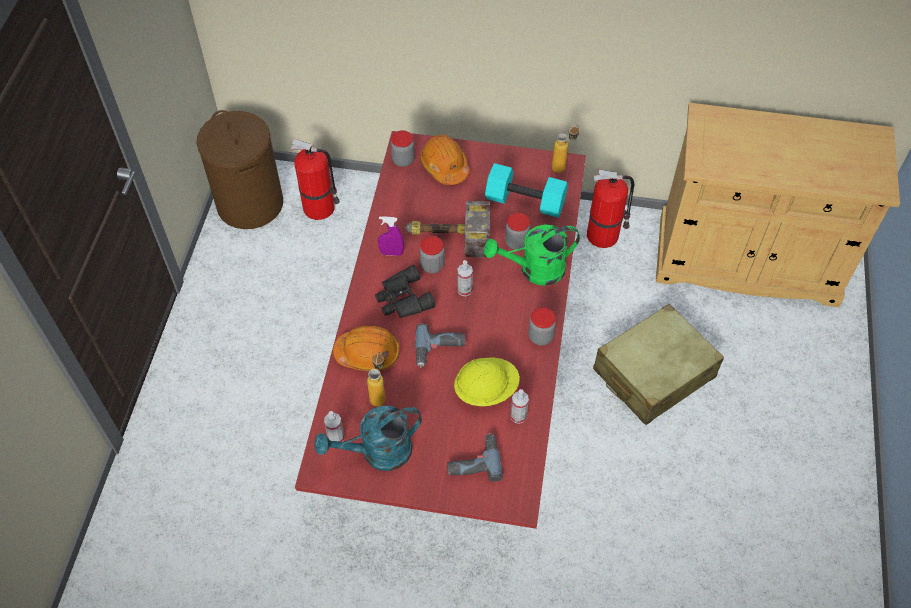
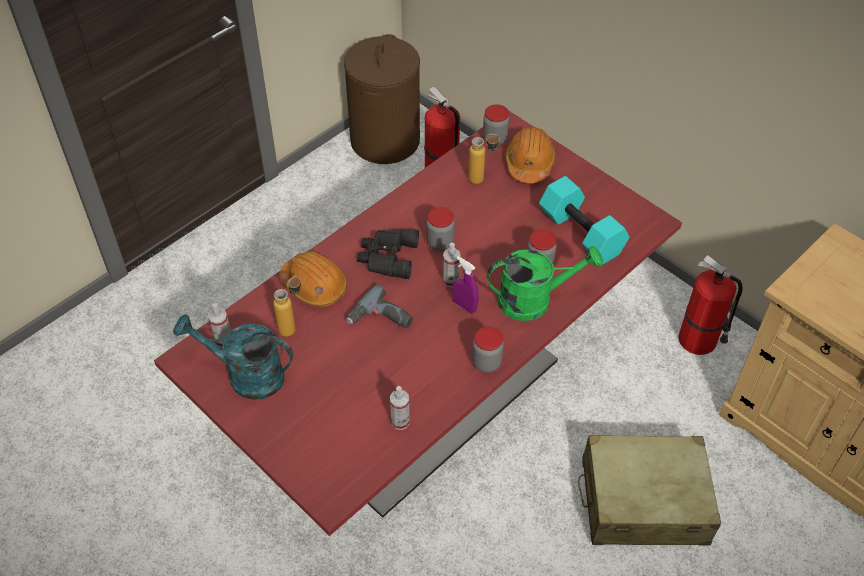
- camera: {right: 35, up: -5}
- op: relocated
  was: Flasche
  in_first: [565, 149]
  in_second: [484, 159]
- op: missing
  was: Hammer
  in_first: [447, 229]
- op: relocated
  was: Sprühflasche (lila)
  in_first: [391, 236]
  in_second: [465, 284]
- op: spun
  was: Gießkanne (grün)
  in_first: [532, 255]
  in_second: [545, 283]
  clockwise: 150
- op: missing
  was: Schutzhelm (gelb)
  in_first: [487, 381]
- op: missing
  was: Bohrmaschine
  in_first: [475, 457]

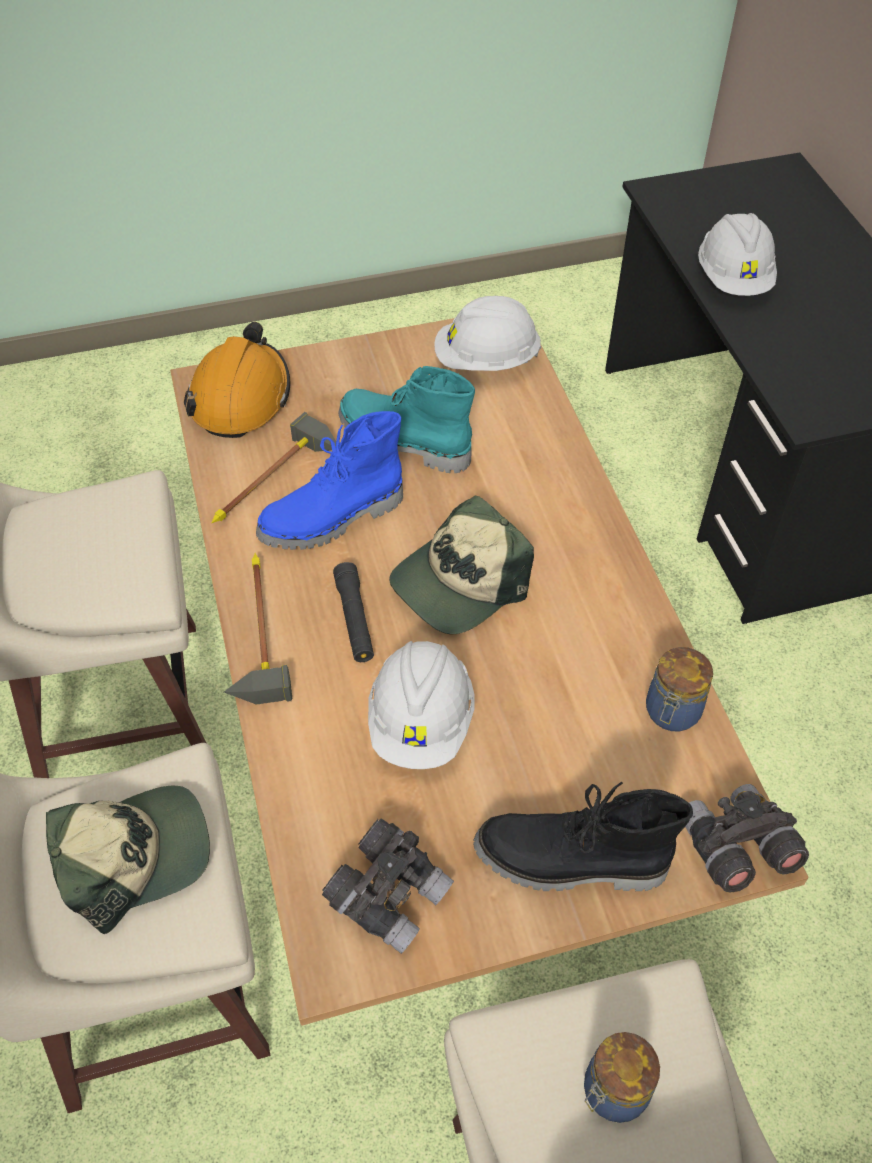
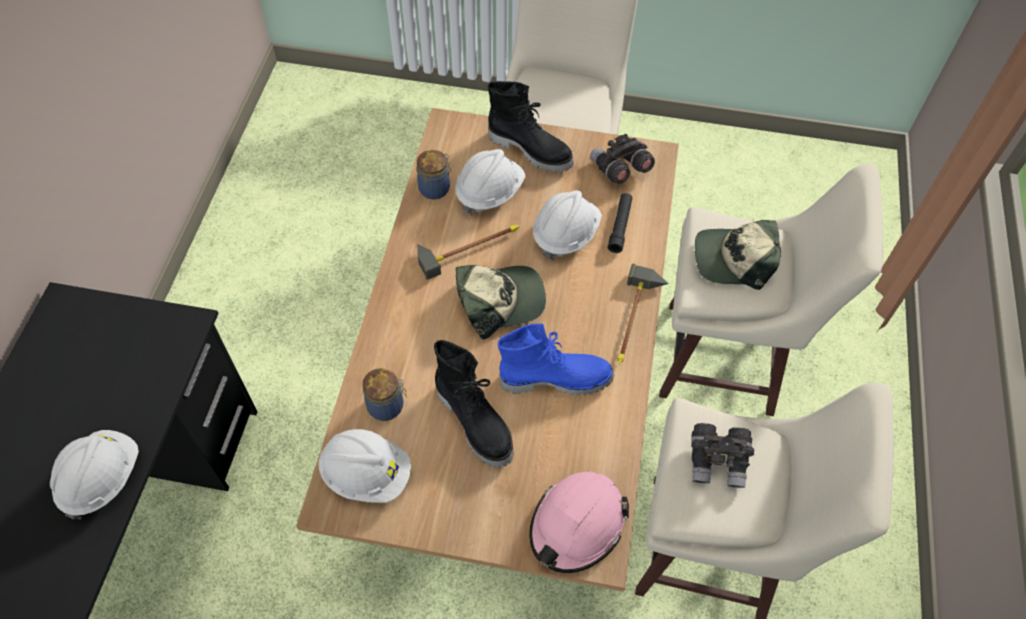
- camera: {right: -155, up: 5}
- op: colour
  was: Schutzhelm (orange)
  now: Schutzhelm (rosa)
  in_first: [237, 380]
  in_second: [579, 522]
- op: colour
  was: Stiefel (türkis)
  now: Stiefel (schwarz)
  in_first: [406, 419]
  in_second: [473, 404]
- op: relocated
  was: Hammer
  in_first: [273, 467]
  in_second: [469, 252]
- op: relocated
  was: Taschenlampe (schwarz)
  in_first: [353, 612]
  in_second: [620, 223]
- op: relocated
  was: Fernglas (grau)
  in_first: [747, 838]
  in_second: [722, 455]
- op: relocated
  was: Vorratsglas
  in_first: [622, 1077]
  in_second: [384, 394]
- op: appeared
  now: Schutzhelm (weiß)
  in_second: [490, 182]

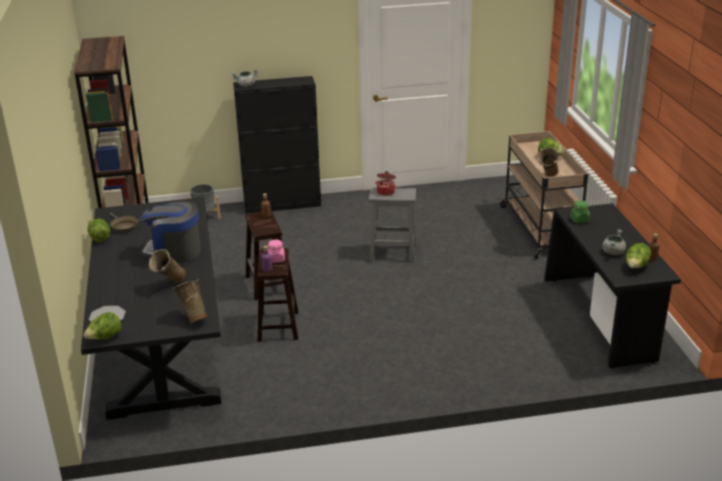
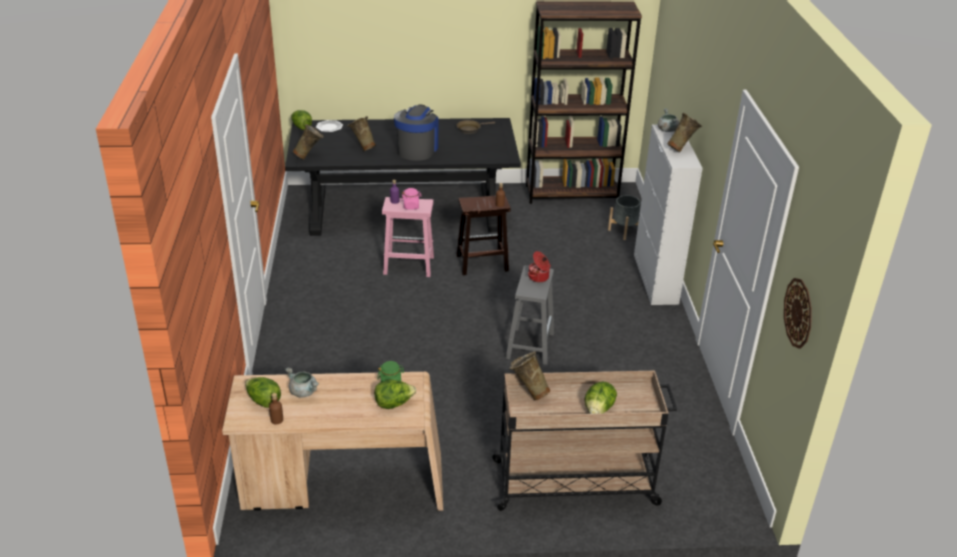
- camera: {right: 95, up: 5}
- op: colour
  was: Schrank (schwarz)
  now: Schrank (weiß)
  in_first: [277, 145]
  in_second: [668, 214]
- op: colour
  was: Schreibtisch (schwarz)
  now: Schreibtisch (beige)
  in_first: [612, 286]
  in_second: [332, 441]
- op: relocated
  was: Salatkopf
  in_first: [99, 230]
  in_second: [395, 394]
- op: colour
  was: Hocker (braun)
  now: Hocker (rosa)
  in_first: [277, 295]
  in_second: [408, 237]
- op: appeared
  now: Vase (beige)
  in_second: [684, 132]
- op: appeared
  now: Wanduhr
  in_second: [798, 313]

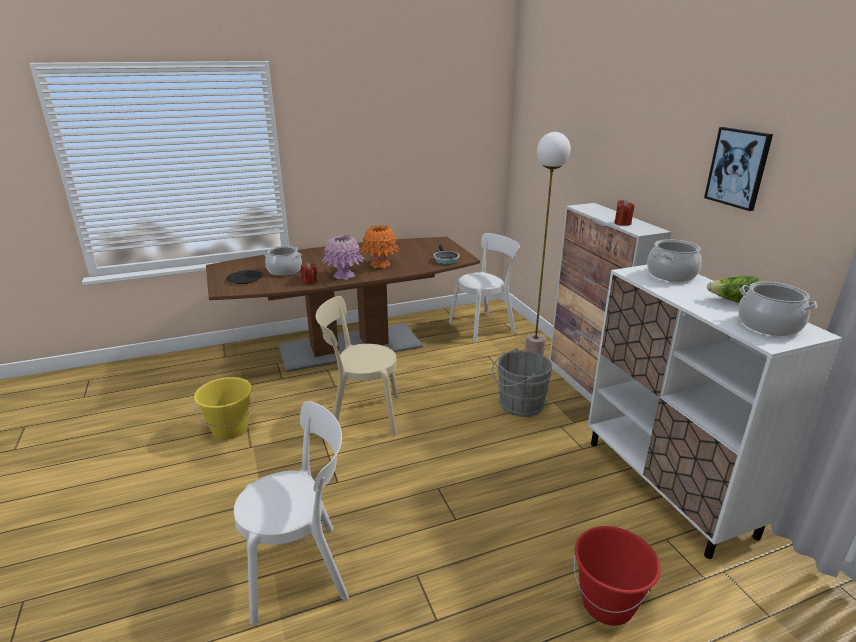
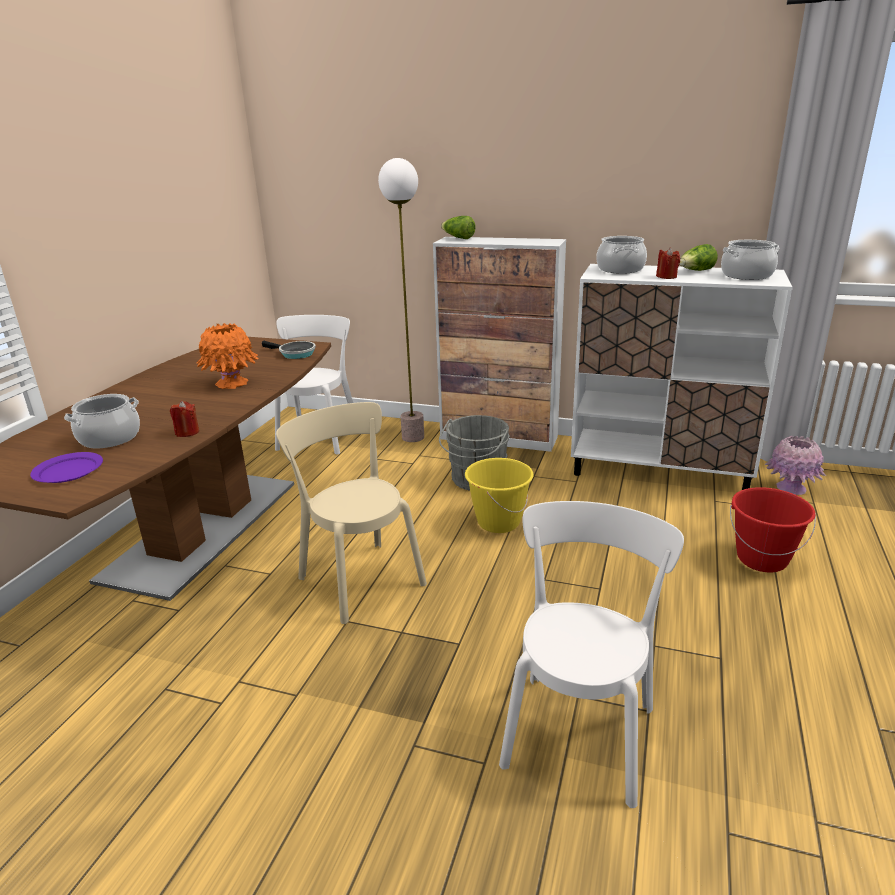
- camera: {right: -50, up: 0}
- op: missing
  was: Bild
  in_first: [738, 169]
- op: relocated
  was: Kerze (rot)
  in_first: [624, 213]
  in_second: [668, 263]
- op: relocated
  was: Vase (rosa)
  in_first: [343, 256]
  in_second: [795, 465]
- op: colour
  was: Teller (schwarz)
  now: Teller (lila)
  in_first: [244, 277]
  in_second: [66, 467]
- op: spun
  was: Stuhl (beige)
  in_first: [357, 366]
  in_second: [351, 513]
  clockwise: 105
- op: relocated
  was: Eimer (gelb)
  in_first: [223, 408]
  in_second: [499, 495]
- op: appeared
  now: Salatkopf
  in_second: [458, 227]

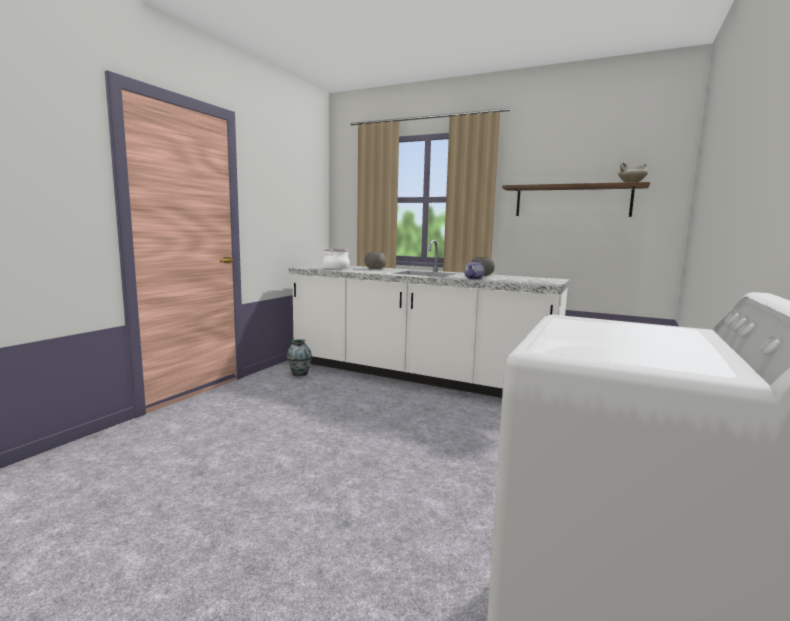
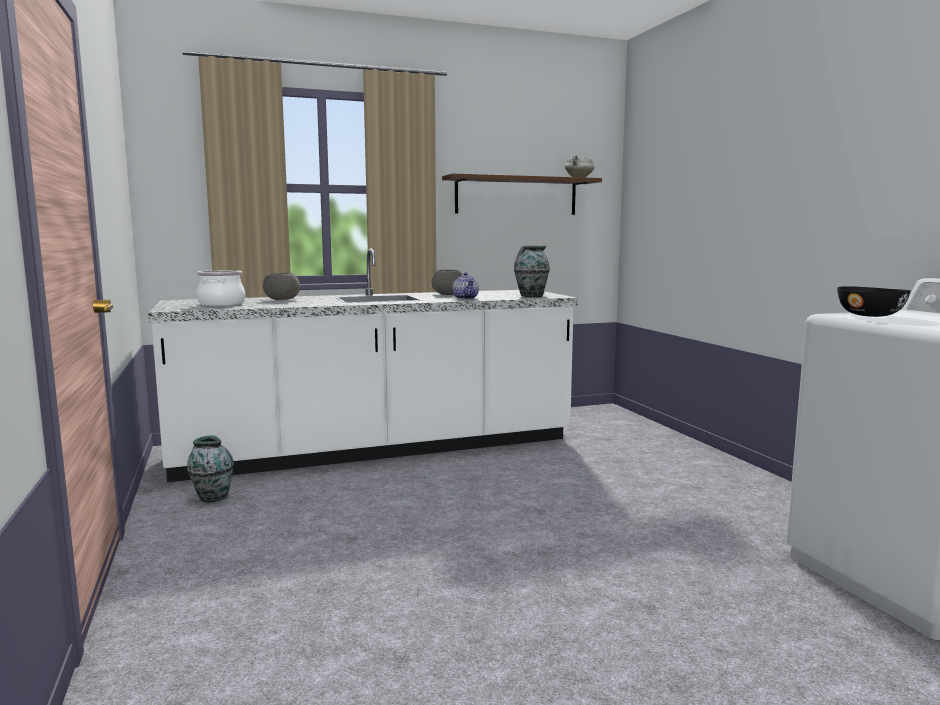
- camera: {right: -45, up: 0}
- op: appeared
  now: Vase
  in_second: [532, 271]
- op: appeared
  now: Schüssel (schwarz)
  in_second: [874, 301]

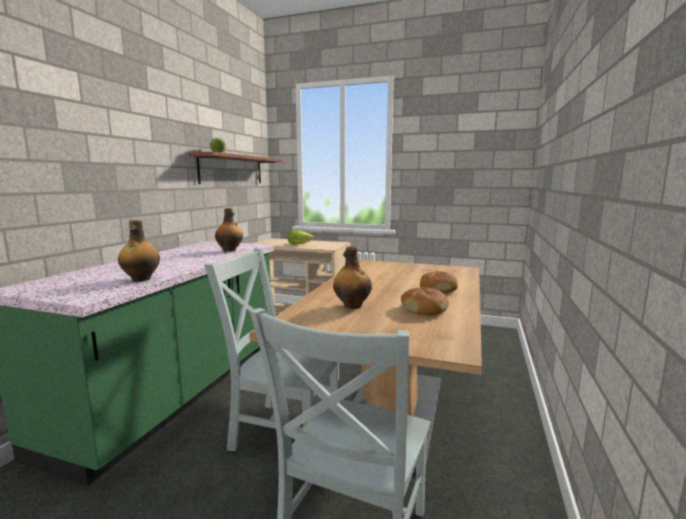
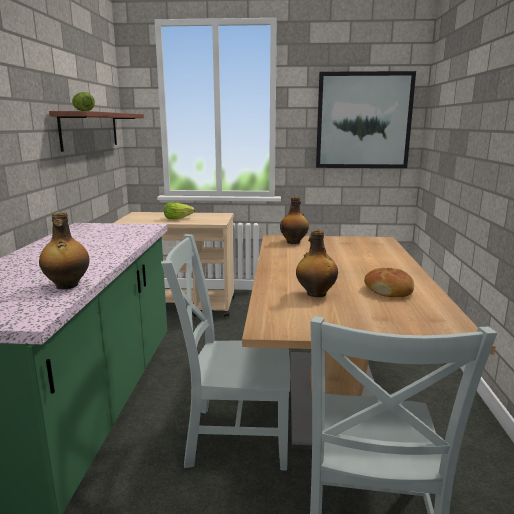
- camera: {right: -15, up: 5}
- op: relocated
  was: Flasche
  in_first: [229, 230]
  in_second: [294, 220]
- op: missing
  was: Brot
  in_first: [439, 282]
- op: appeared
  now: Bild
  in_second: [366, 119]

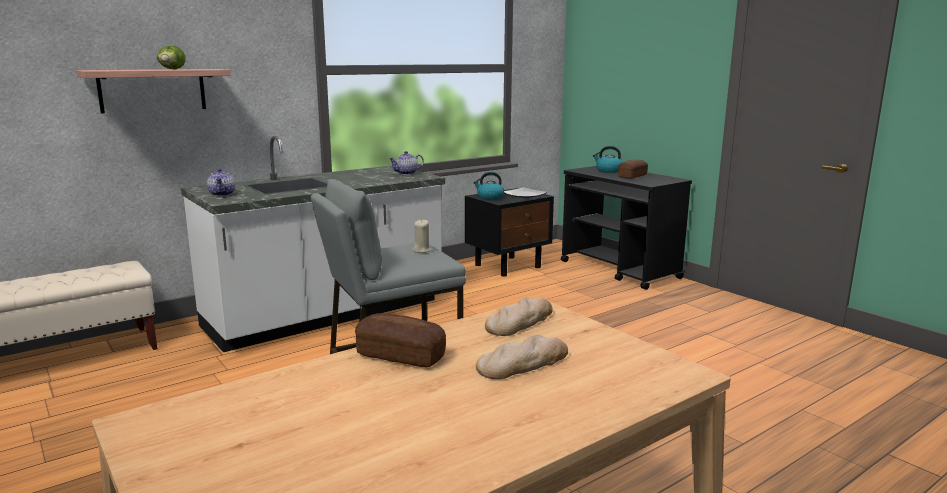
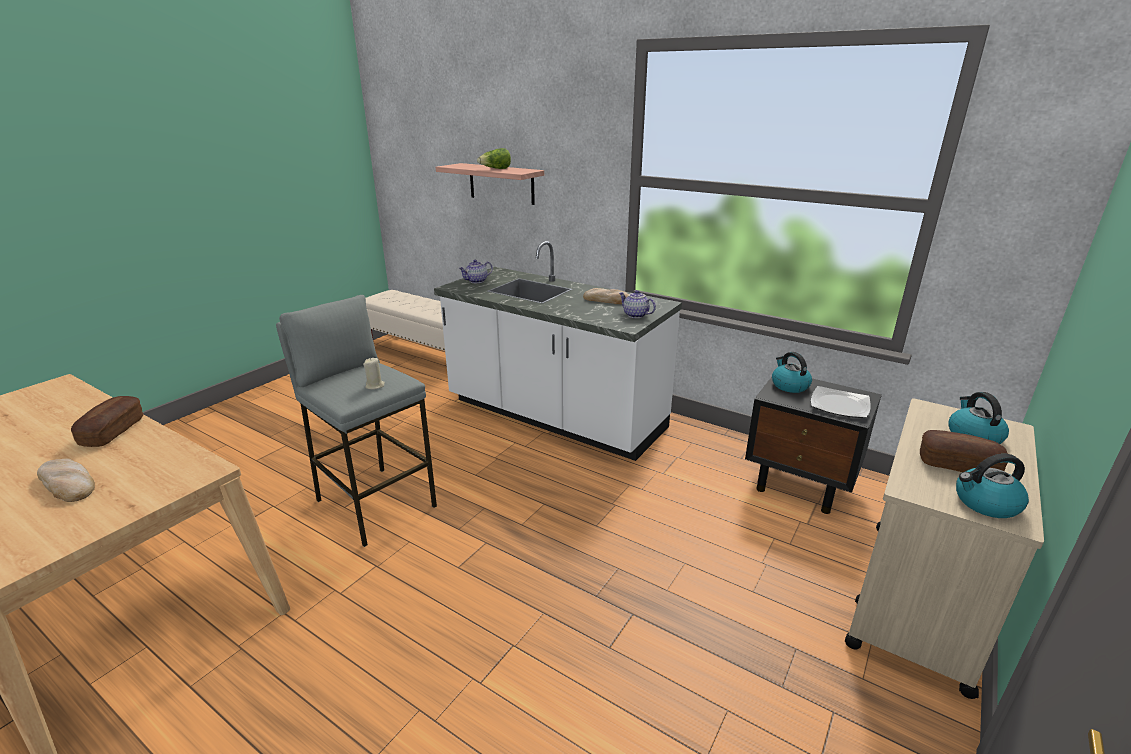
- camera: {right: 70, up: 10}
- op: colour
  was: Rollwagen (schwarz)
  now: Rollwagen (beige)
  in_first: [626, 228]
  in_second: [944, 548]
- op: relocated
  was: Brot
  in_first: [519, 316]
  in_second: [606, 296]
- op: appeared
  now: Wasserkessel
  in_second: [992, 486]

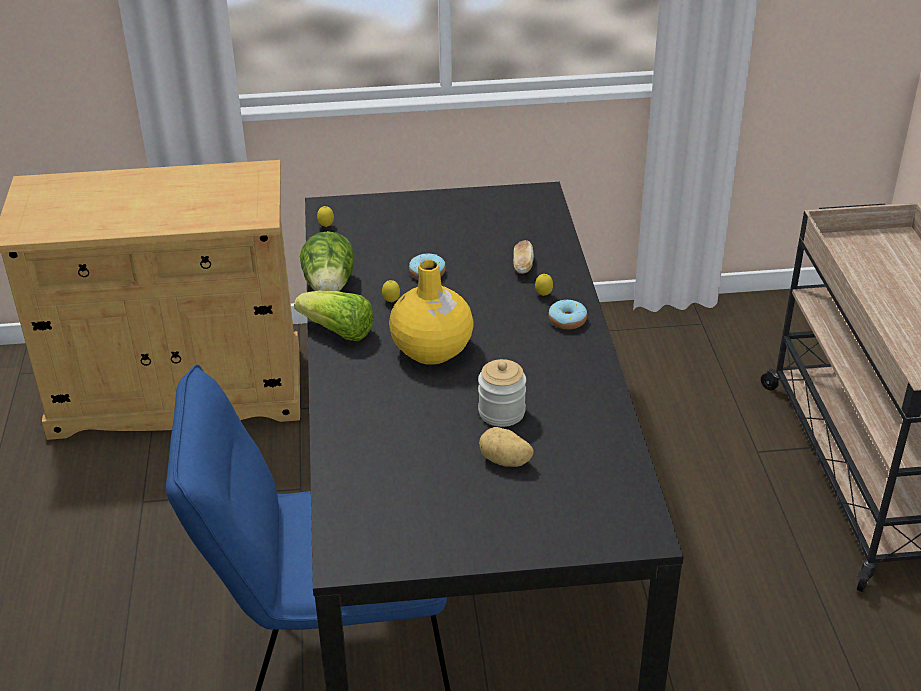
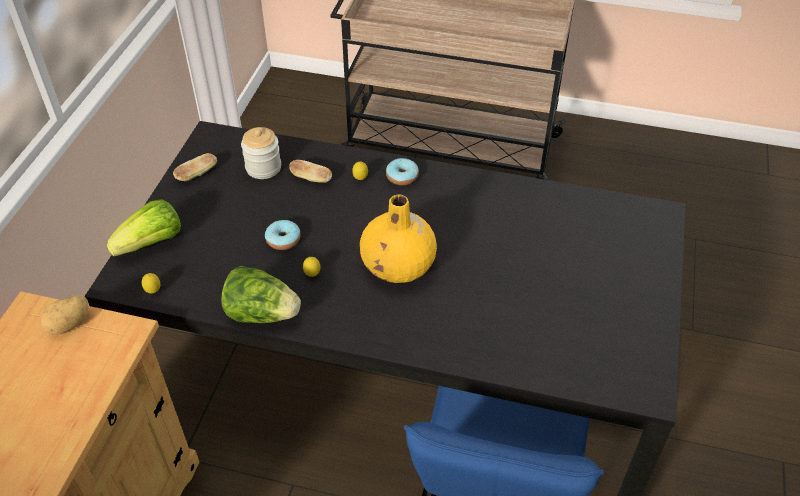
- camera: {right: -70, up: 10}
- op: relocated
  was: Salatkopf
  in_first: [334, 315]
  in_second: [143, 227]
- op: relocated
  was: Vorratsglas
  in_first: [502, 393]
  in_second: [261, 153]
- op: relocated
  was: Kartoffel
  in_first: [506, 447]
  in_second: [64, 315]
- op: appeared
  now: Brot
  in_second: [195, 167]

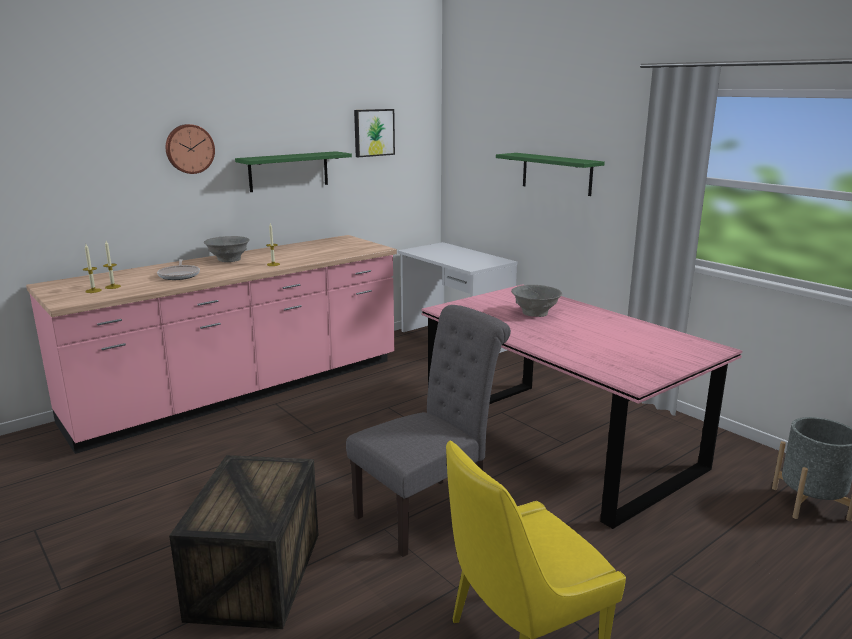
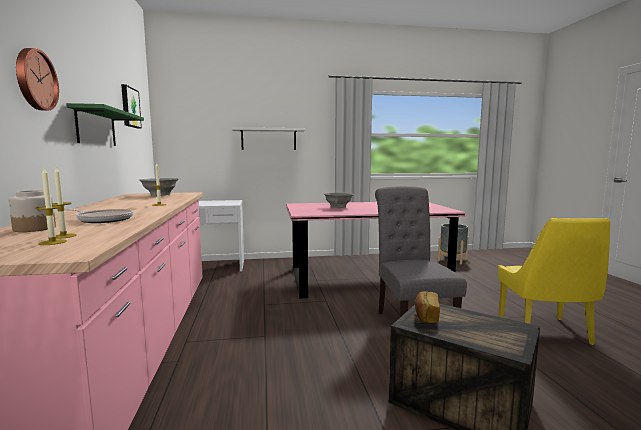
- camera: {right: -60, up: -10}
- op: colour
  was: Wandregal (grün)
  now: Wandregal (weiß)
  in_first: [550, 174]
  in_second: [268, 138]
- op: relocated
  was: Schüssel (grau)
  in_first: [227, 249]
  in_second: [158, 187]
- op: appeared
  now: Vorratsglas
  in_second: [32, 211]
- op: appeared
  now: Brot
  in_second: [427, 307]

